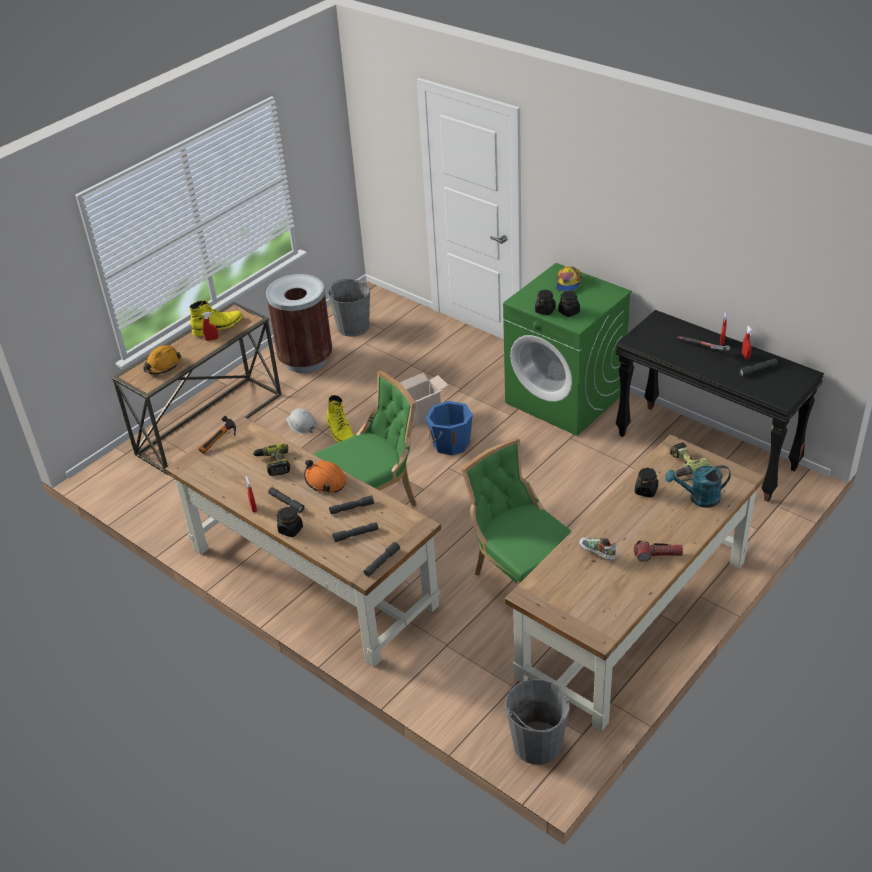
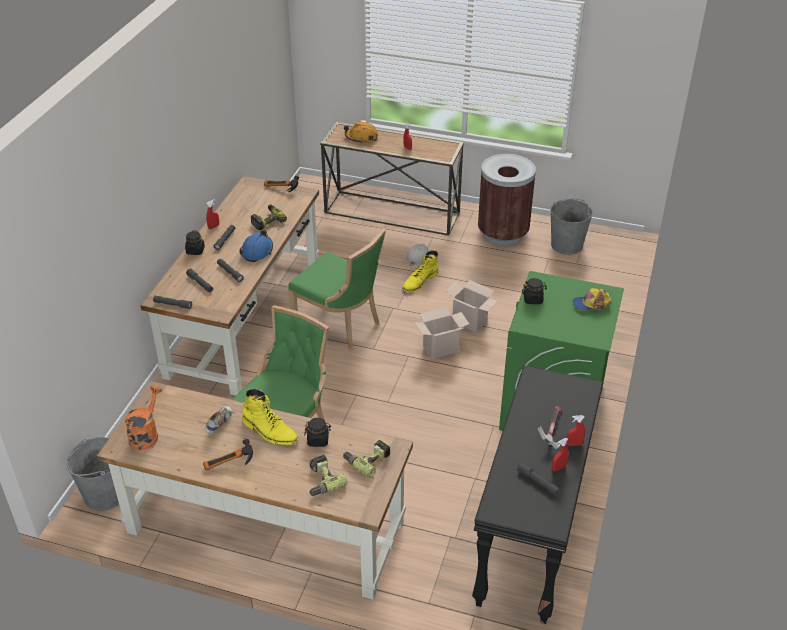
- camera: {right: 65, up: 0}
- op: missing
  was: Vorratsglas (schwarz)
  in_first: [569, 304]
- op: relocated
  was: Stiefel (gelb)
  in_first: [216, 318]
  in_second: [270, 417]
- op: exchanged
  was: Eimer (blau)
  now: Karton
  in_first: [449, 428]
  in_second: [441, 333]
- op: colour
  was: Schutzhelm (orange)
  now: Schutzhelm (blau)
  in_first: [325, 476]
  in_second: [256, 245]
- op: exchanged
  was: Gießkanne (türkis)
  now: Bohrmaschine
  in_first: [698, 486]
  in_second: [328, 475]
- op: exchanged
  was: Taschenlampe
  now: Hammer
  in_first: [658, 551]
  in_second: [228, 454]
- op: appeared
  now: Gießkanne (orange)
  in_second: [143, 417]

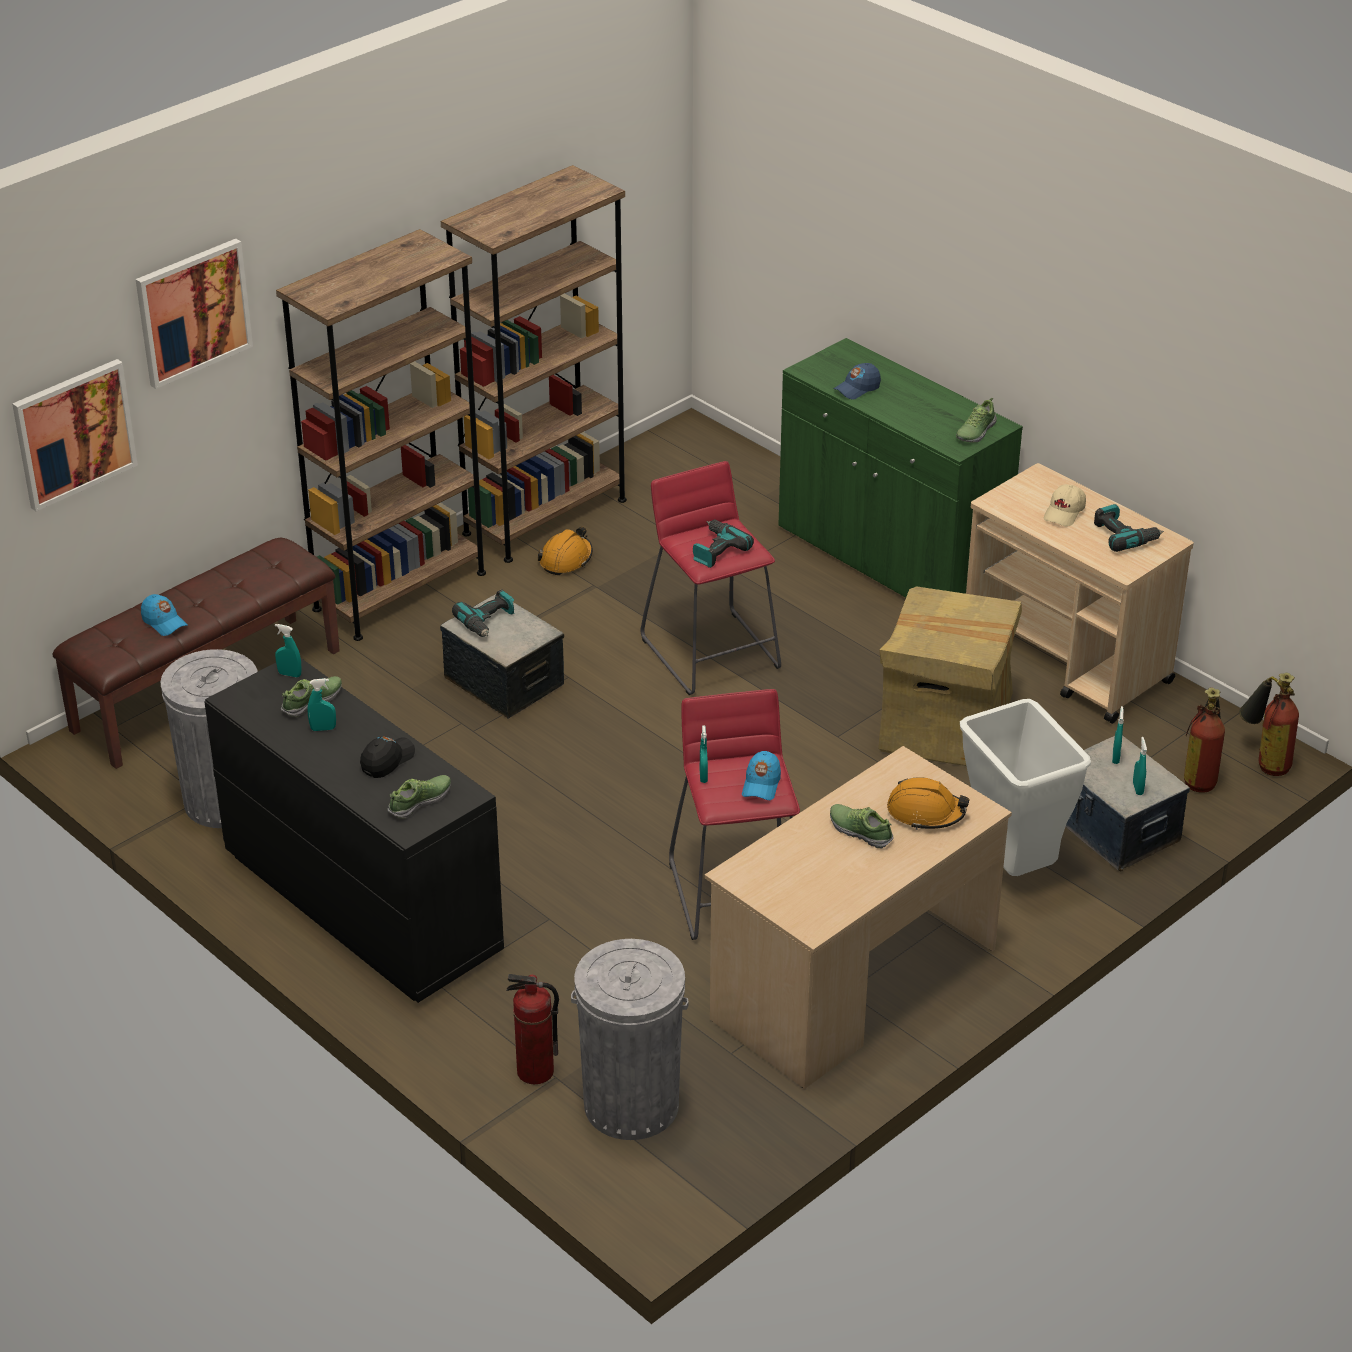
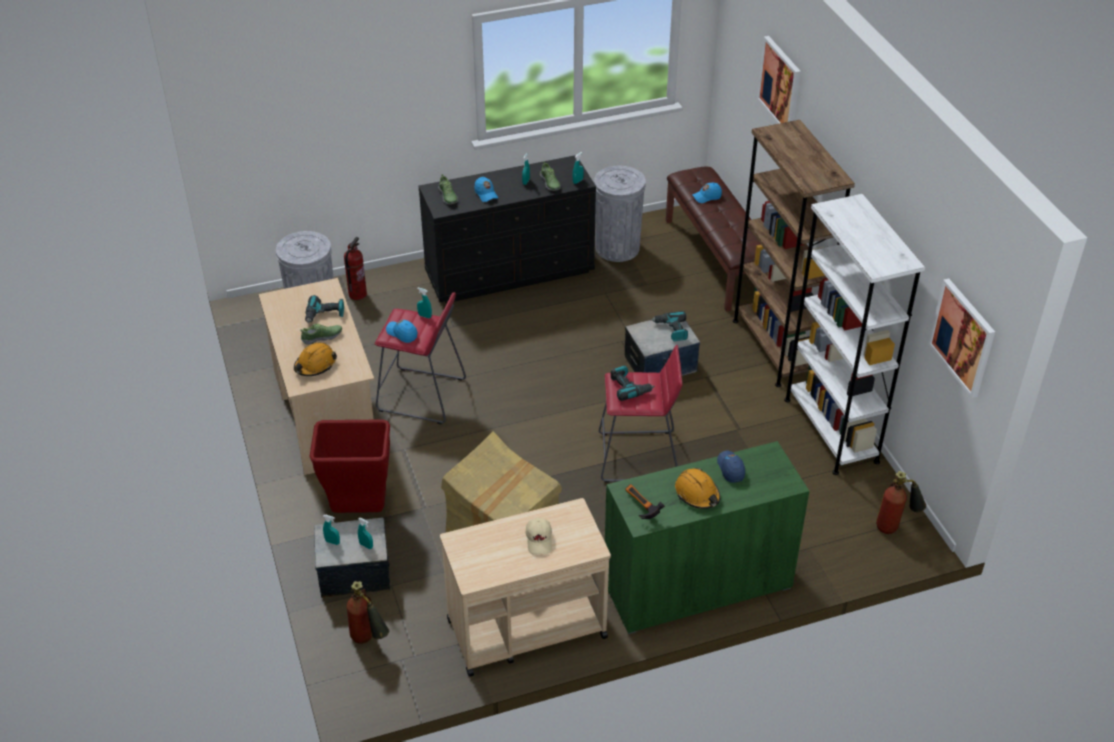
- camera: {right: 115, up: 5}
- op: colour
  was: Bücherregal (braun)
  now: Bücherregal (weiß)
  in_first: [534, 364]
  in_second: [854, 334]
- op: relocated
  was: Bild
  in_first: [75, 435]
  in_second: [961, 338]
- op: exchanged
  was: Schuh
  now: Hammer
  in_first: [976, 420]
  in_second: [645, 501]
- op: spun
  was: Kappe (beige)
  in_first: [1065, 505]
  in_second: [539, 536]
  clockwise: -150
- op: relocated
  was: Bohrmaschine
  in_first: [1129, 528]
  in_second: [324, 309]
- op: relocated
  was: Schutzhelm (orange)
  in_first: [565, 551]
  in_second: [698, 488]
- op: relocated
  was: Feuerlöscher
  in_first: [1269, 724]
  in_second: [901, 502]
- op: colour
  was: Mülleimer (weiß)
  now: Mülleimer (rot)
  in_first: [1025, 787]
  in_second: [350, 466]
- op: colour
  was: Kappe (schwarz)
  now: Kappe (blau)
  in_first: [387, 757]
  in_second: [486, 189]

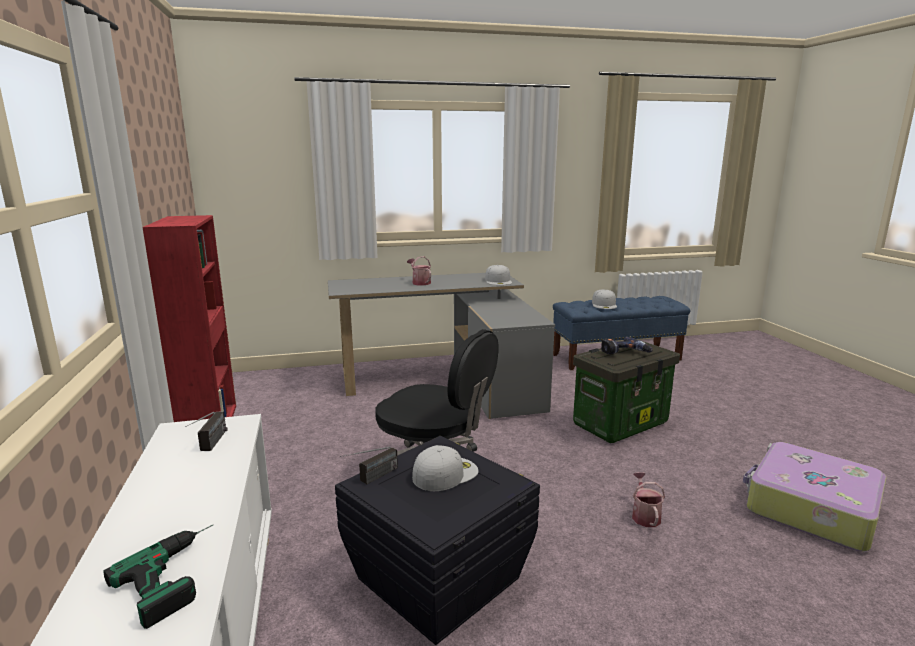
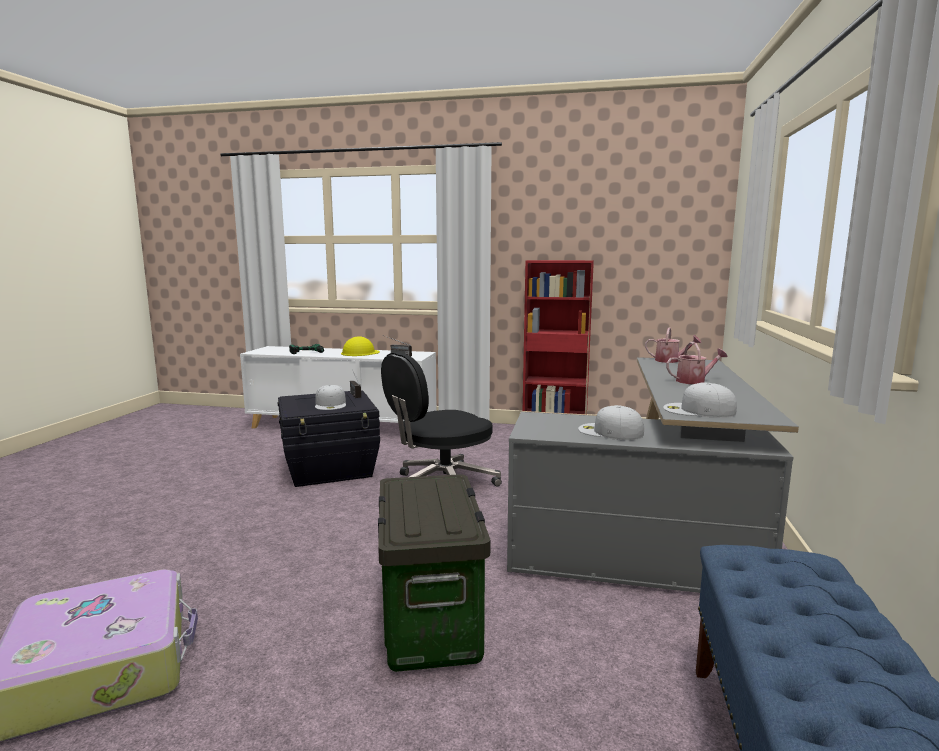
- camera: {right: 115, up: -5}
- op: relocated
  was: Kappe (weiß)
  in_first: [604, 299]
  in_second: [611, 422]
- op: missing
  was: Bohrmaschine
  in_first: [627, 345]
- op: relocated
  was: Gießkanne
  in_first: [648, 499]
  in_second: [673, 345]
- op: appeared
  now: Schutzhelm (gelb)
  in_second: [360, 346]

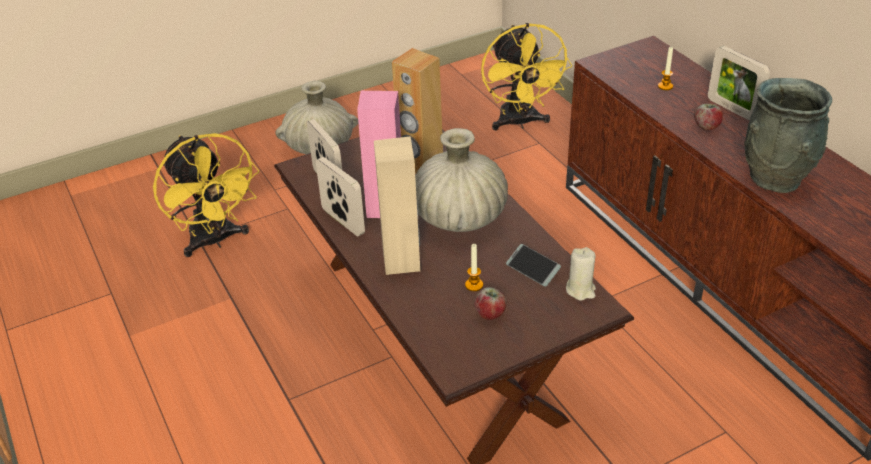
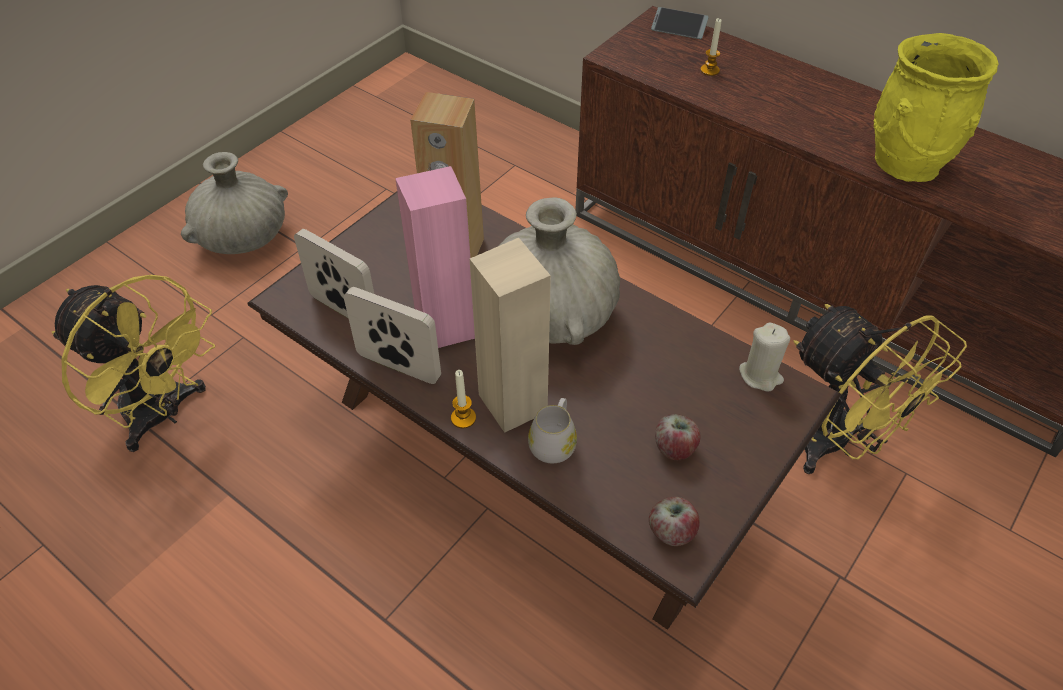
- camera: {right: -25, up: 10}
- op: relocated
  was: Ventilator (gelb)
  in_first: [526, 76]
  in_second: [880, 389]
- op: missing
  was: Bilderrahmen
  in_first: [739, 83]
- op: colour
  was: Vase (grau)
  now: Vase (gelb)
  in_first: [788, 135]
  in_second: [936, 107]
- op: relocated
  was: Apfel
  in_first: [708, 116]
  in_second: [674, 521]
- op: relocated
  was: Kerze
  in_first: [474, 267]
  in_second: [463, 399]
- op: relocated
  was: Handy
  in_first: [533, 265]
  in_second: [680, 23]
- op: appeared
  now: Henkelbecher (weiß)
  in_second: [552, 430]

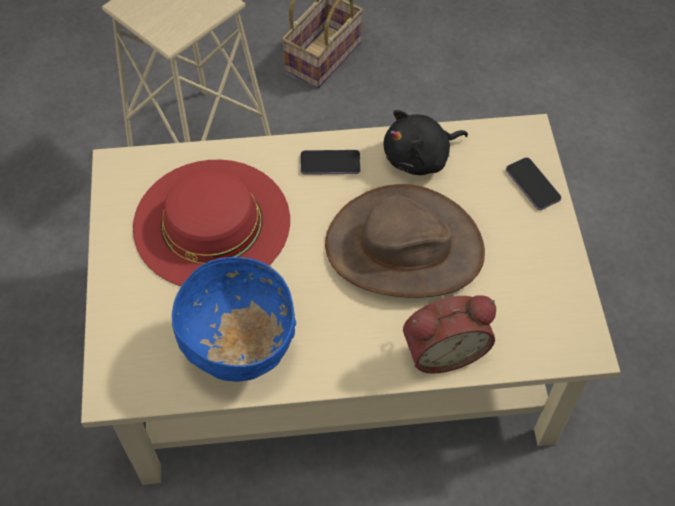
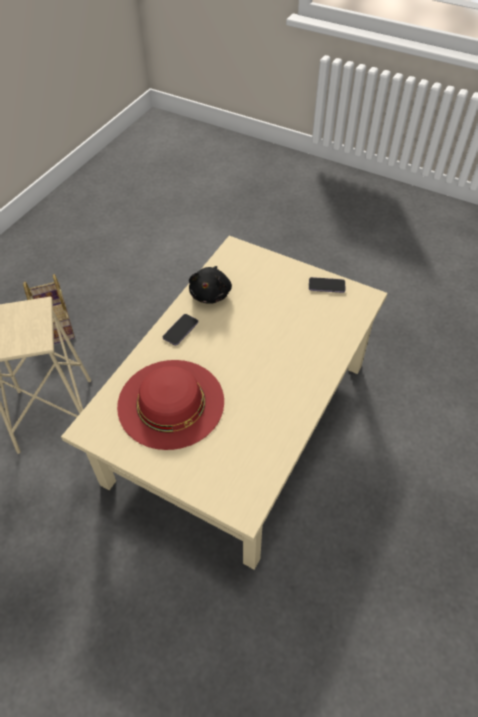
- camera: {right: -55, up: -5}
- op: relocated
  was: Handy
  in_first: [533, 183]
  in_second: [327, 285]
- op: missing
  was: Hut (braun)
  in_first: [405, 241]
- op: missing
  was: Schüssel (blau)
  in_first: [234, 319]
- op: missing
  was: Wecker
  in_first: [449, 334]

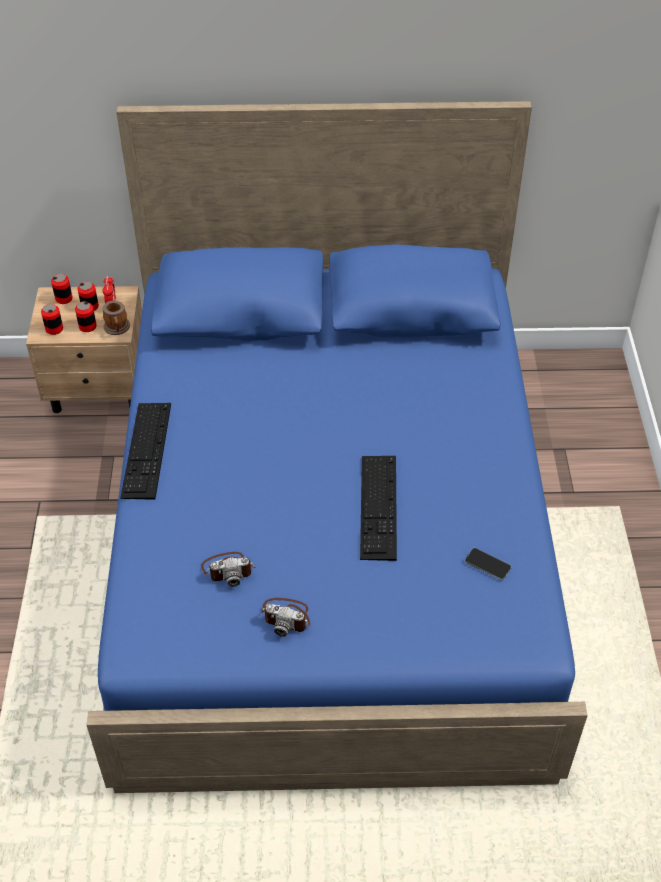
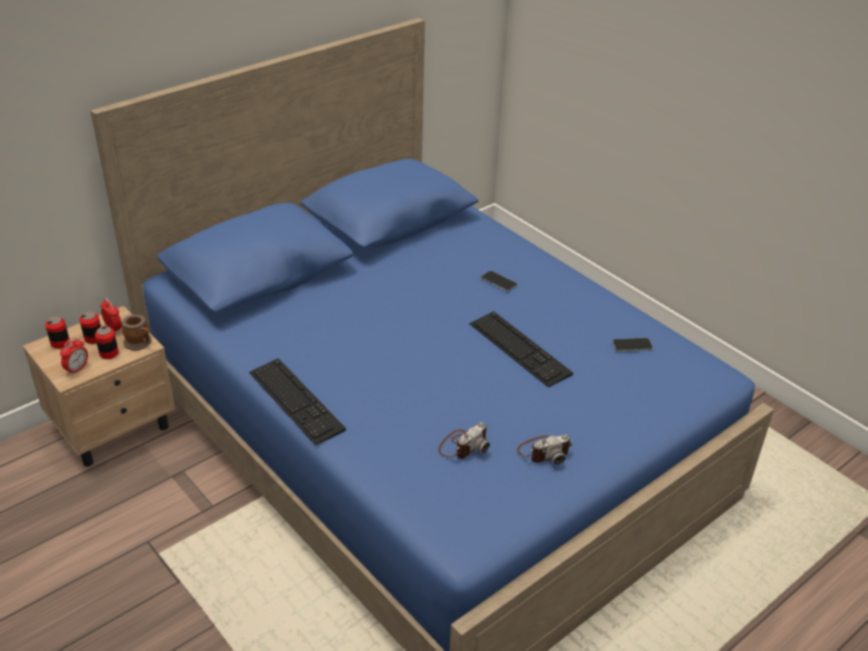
- camera: {right: -40, up: -10}
- op: exchanged
  was: Dose
  now: Wecker
  in_first: [52, 319]
  in_second: [74, 356]
- op: appeared
  now: Handy
  in_second: [499, 281]

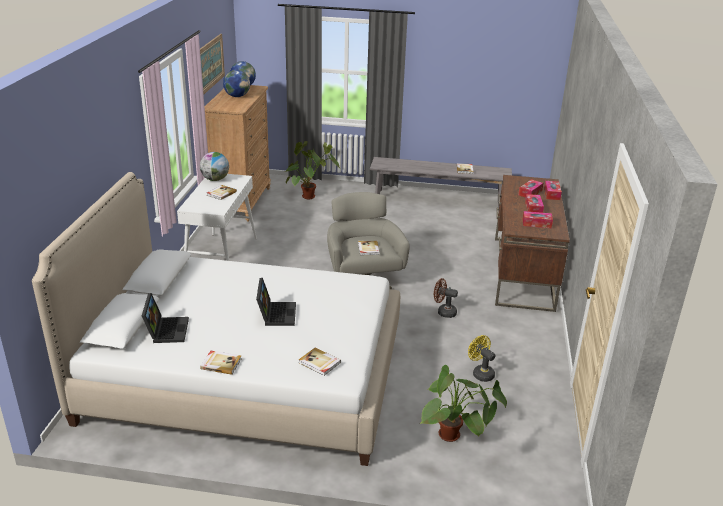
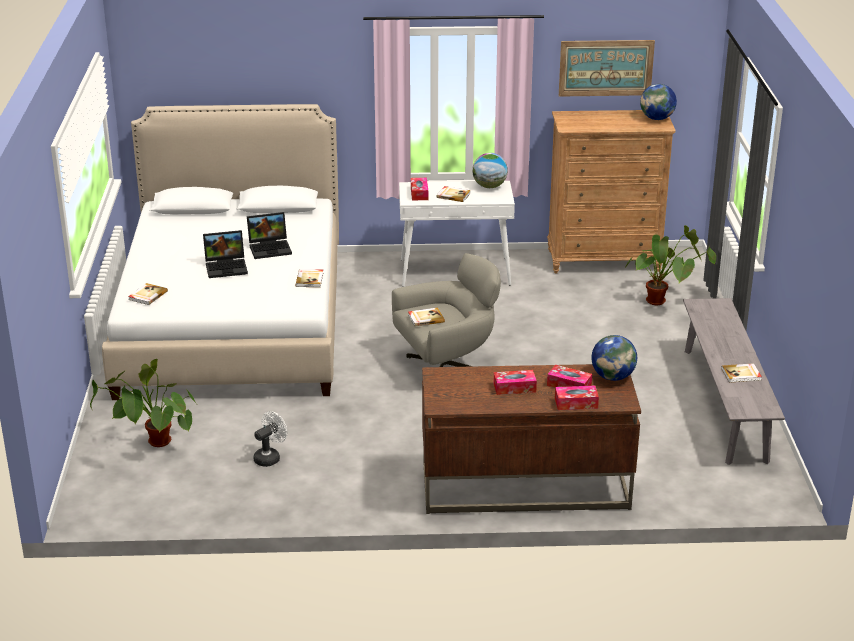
- camera: {right: 80, up: 0}
- op: relocated
  was: Globus
  in_first: [236, 83]
  in_second: [614, 358]
- op: relocated
  was: Taschentuchbox
  in_first: [537, 219]
  in_second: [419, 189]
- op: missing
  was: Ventilator (braun)
  in_first: [446, 298]
- op: relocated
  was: Laptop
  in_first: [165, 318]
  in_second: [269, 235]
- op: colour
  was: Ventilator (gelb)
  now: Ventilator (weiß)
  in_first: [481, 358]
  in_second: [270, 439]
- op: relocated
  was: Buch
  in_first: [220, 363]
  in_second: [309, 278]

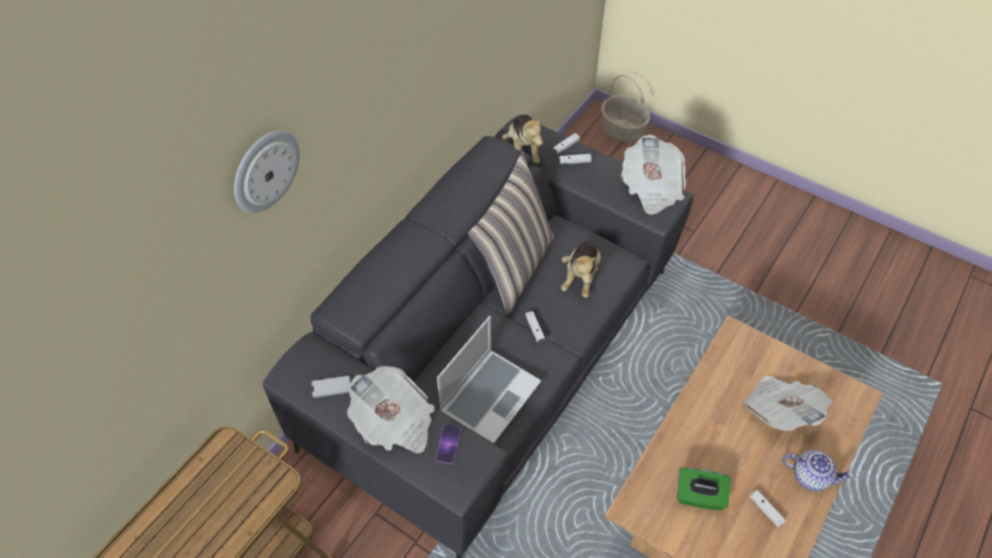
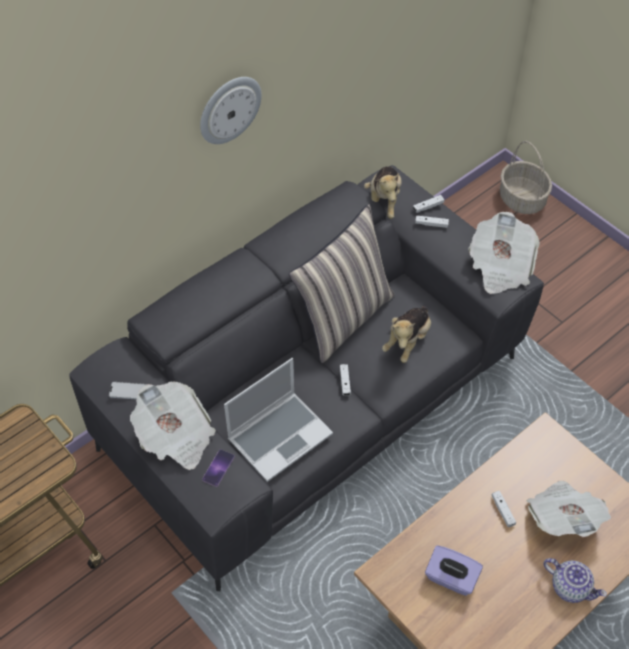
- camera: {right: 15, up: 0}
- op: relocated
  was: Wanduhr
  in_first: [267, 171]
  in_second: [231, 110]
- op: colour
  was: Taschentuchbox (grün)
  now: Taschentuchbox (lila)
  in_first: [704, 489]
  in_second: [454, 570]
- op: relocated
  was: Gamepad (weiß)
  in_first: [768, 508]
  in_second: [503, 509]

